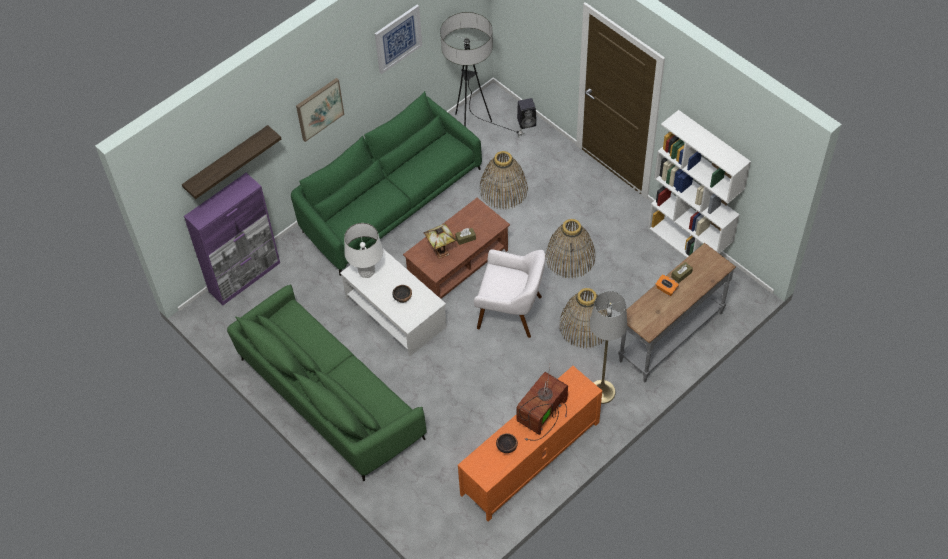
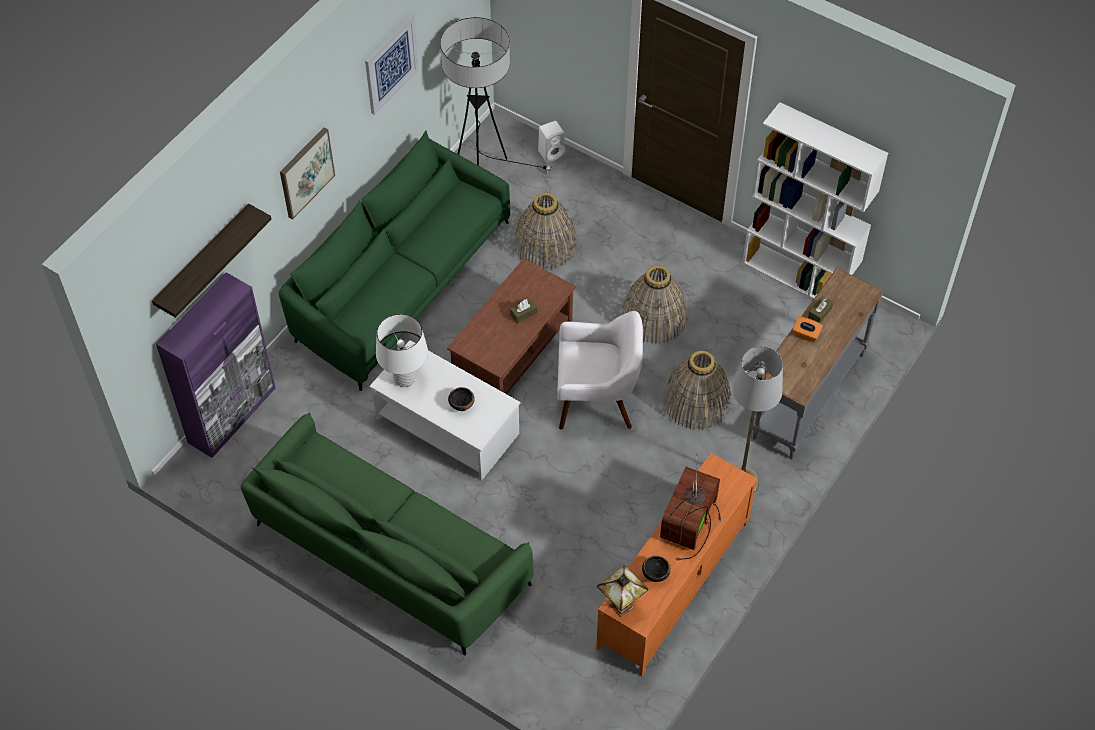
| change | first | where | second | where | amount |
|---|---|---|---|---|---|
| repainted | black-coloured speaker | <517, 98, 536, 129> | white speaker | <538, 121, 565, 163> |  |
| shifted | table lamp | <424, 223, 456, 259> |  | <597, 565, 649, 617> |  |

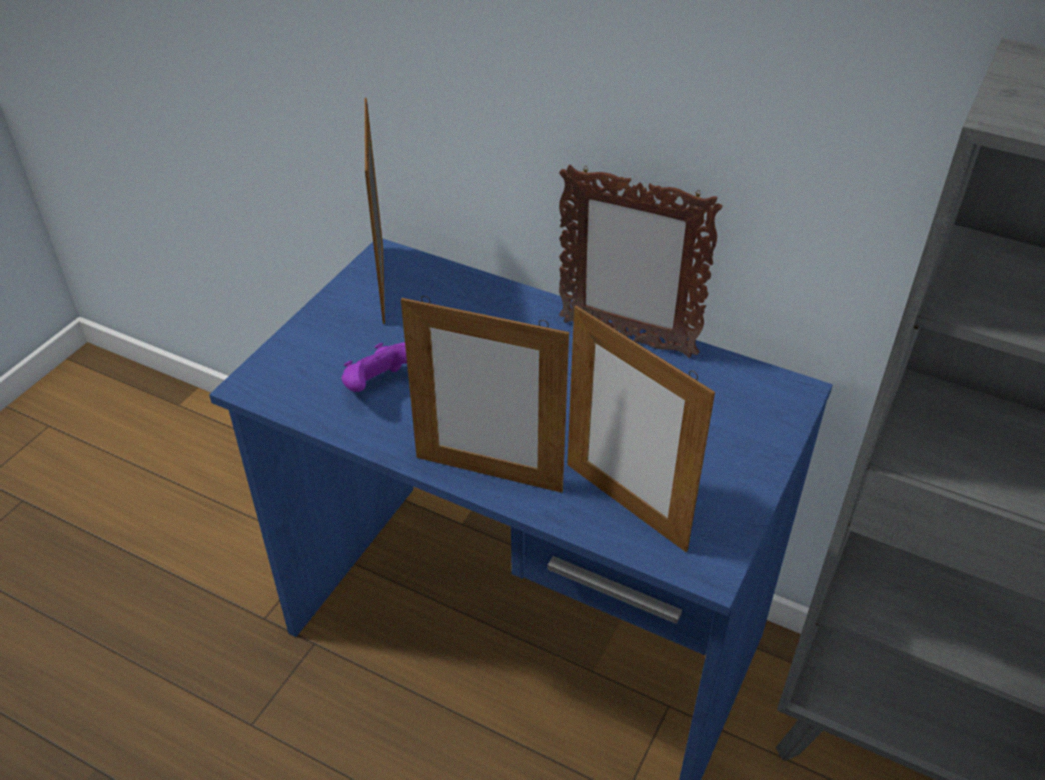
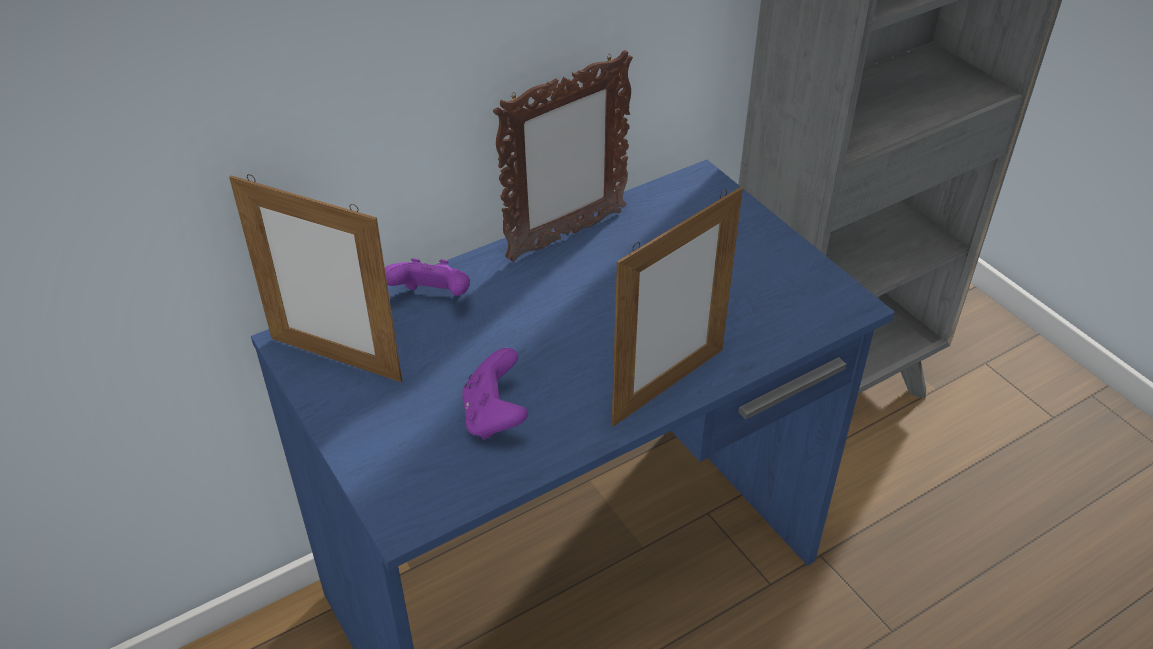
| change | first | where | second | where | amount |
|---|---|---|---|---|---|
| gone | picture frame | <567, 305, 715, 552> |  |  |  |
| new |  |  | purple-coloured gamepad | <385, 258, 470, 296> |  |

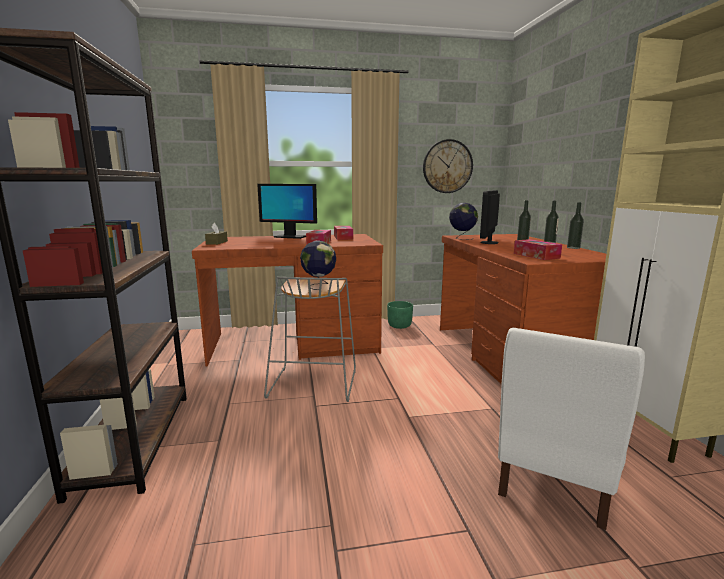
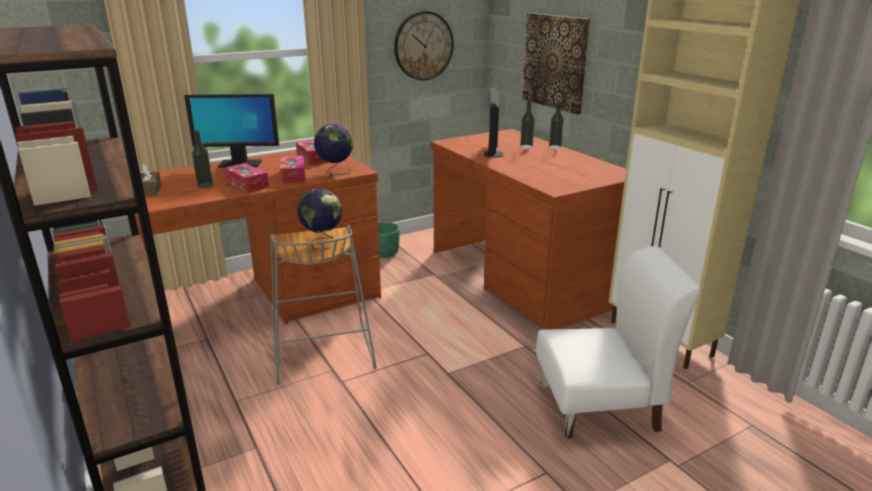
| change | first | where | second | where | amount |
|---|---|---|---|---|---|
| shifted | drink bottle | <567, 202, 584, 249> |  | <192, 130, 213, 188> |  |
| shifted | globe | <449, 203, 478, 240> |  | <314, 124, 353, 175> |  |
| shifted | tissue holder | <514, 239, 562, 260> |  | <224, 163, 269, 193> |  |
| rotated | white upright chair | <498, 328, 645, 530> |  | <536, 246, 701, 438> | 105 degrees counterclockwise |
| new |  |  | wall picture | <522, 13, 591, 115> |  |

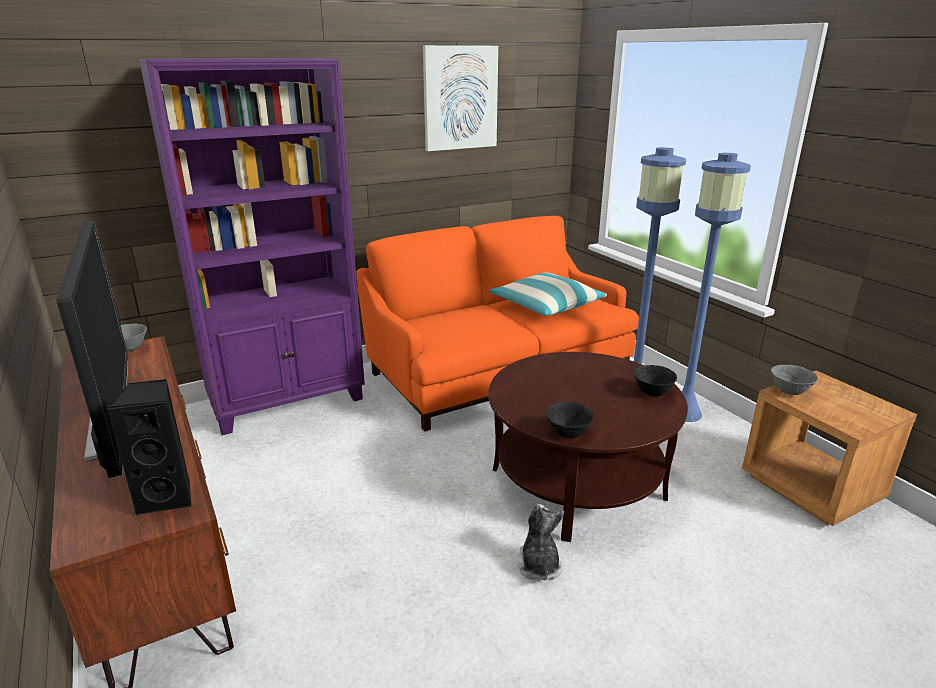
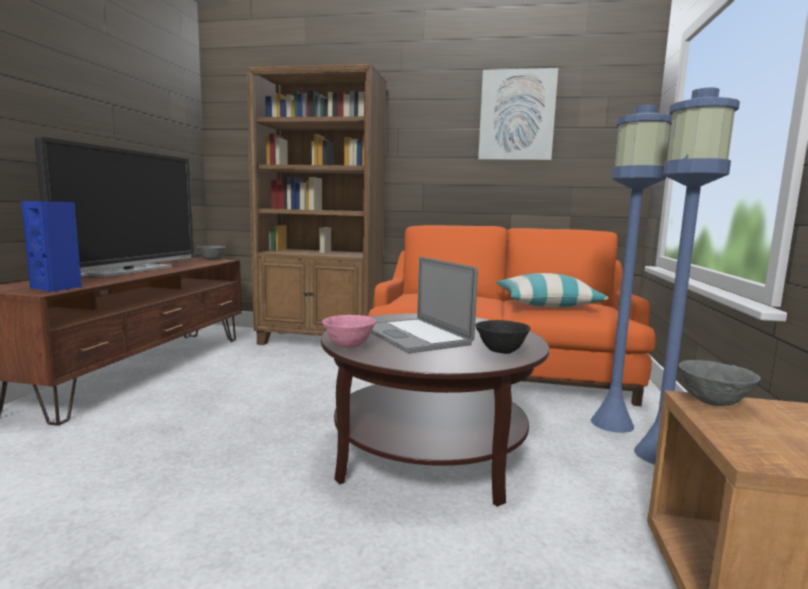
| change | first | where | second | where | amount |
|---|---|---|---|---|---|
| repainted | purple-coloured bookshelf | <139, 58, 365, 435> | brown bookshelf | <247, 64, 387, 345> |  |
| repainted | black-coloured speaker | <106, 379, 191, 516> | blue speaker | <21, 201, 82, 292> |  |
| repainted | black-coloured deep dish | <546, 402, 594, 438> | pink-coloured deep dish | <322, 315, 376, 347> |  |
| gone | plush toy | <517, 504, 564, 581> |  |  |  |
| new |  |  | notebook computer | <371, 256, 478, 353> |  |

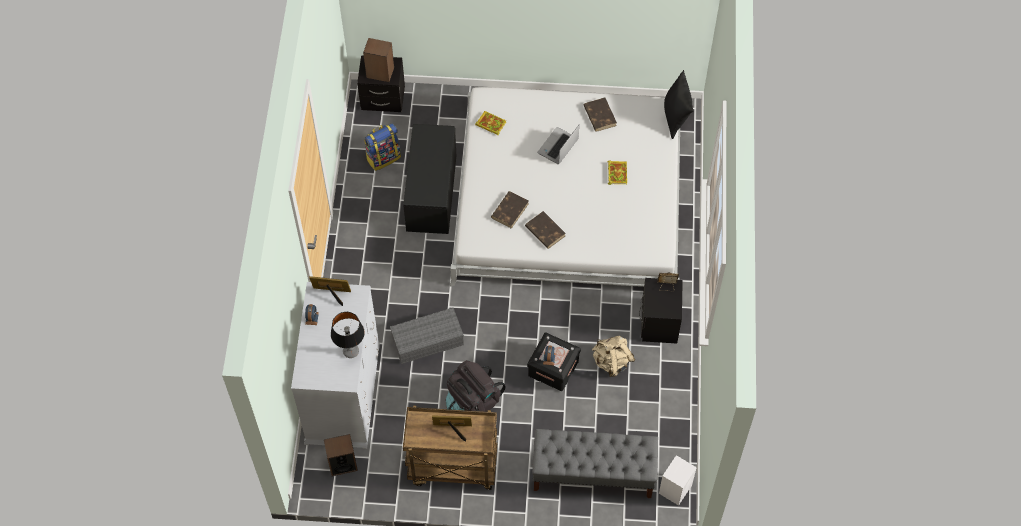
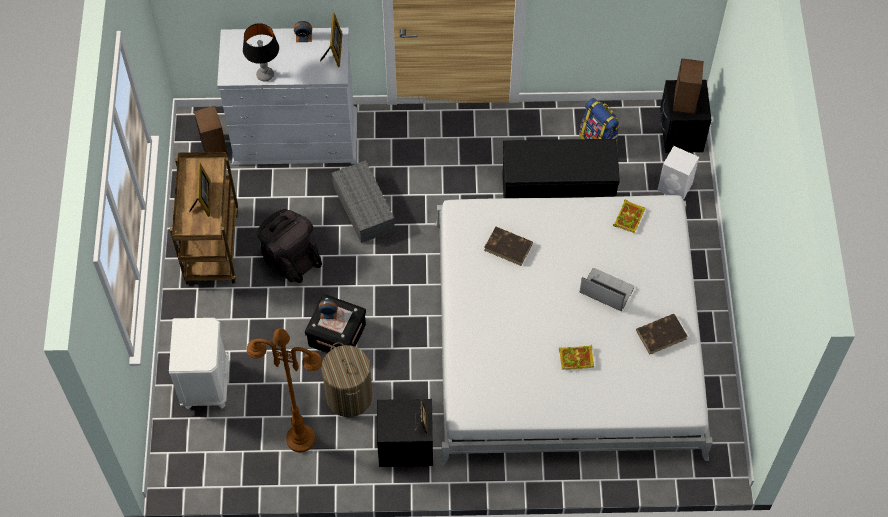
| change | first | where | second | where | amount |
|---|---|---|---|---|---|
| gone | black-coloured cushion | <664, 70, 694, 139> |  |  |  |
| gone | brown book | <525, 211, 566, 249> |  |  |  |
| swapped | beige-coloured knapsack | <592, 336, 635, 377> | laundry basket | <321, 342, 373, 417> |  |
| swapped | greyish bench | <532, 429, 658, 498> | white nightstand | <169, 318, 229, 409> |  |
| shifted | white speaker | <659, 455, 697, 506> |  | <657, 146, 699, 200> |  |
| new |  |  | brown floor lamp | <247, 328, 322, 453> |  |

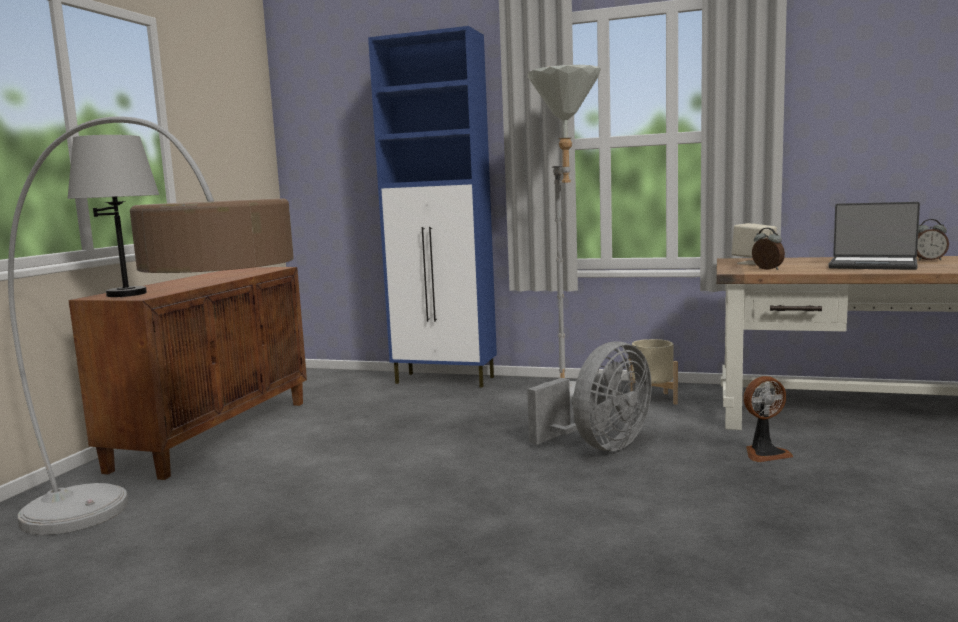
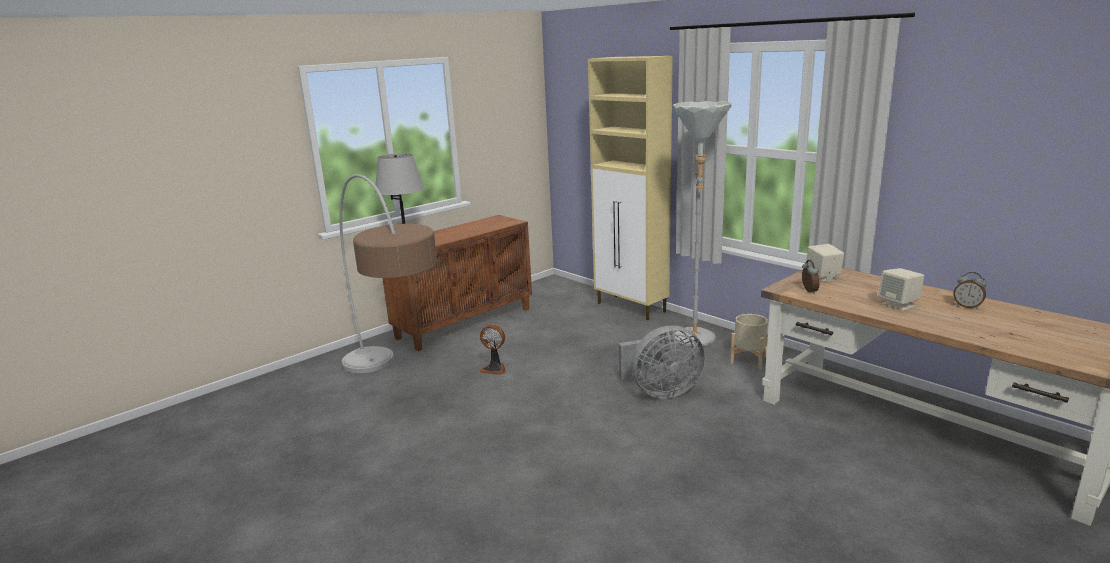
| change | first | where | second | where | amount |
|---|---|---|---|---|---|
| repainted | blue cupboard | <368, 26, 497, 388> | beige-coloured cupboard | <588, 56, 673, 320> |  |
| swapped | notebook computer | <828, 202, 920, 270> | beige-coloured speaker | <878, 268, 924, 311> |  |
| shifted | electric fan | <744, 376, 793, 462> |  | <479, 324, 506, 375> |  |

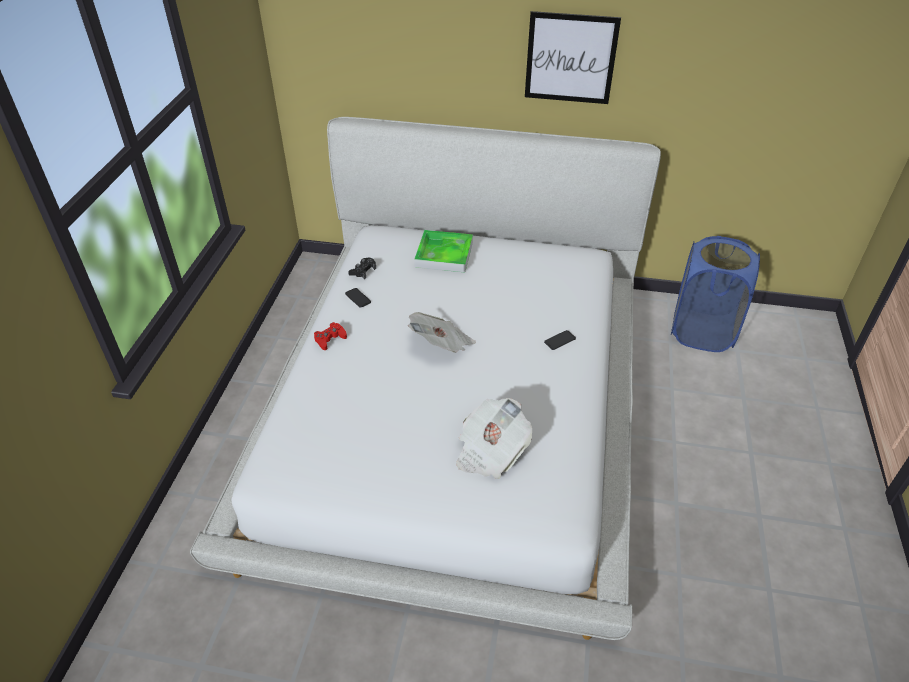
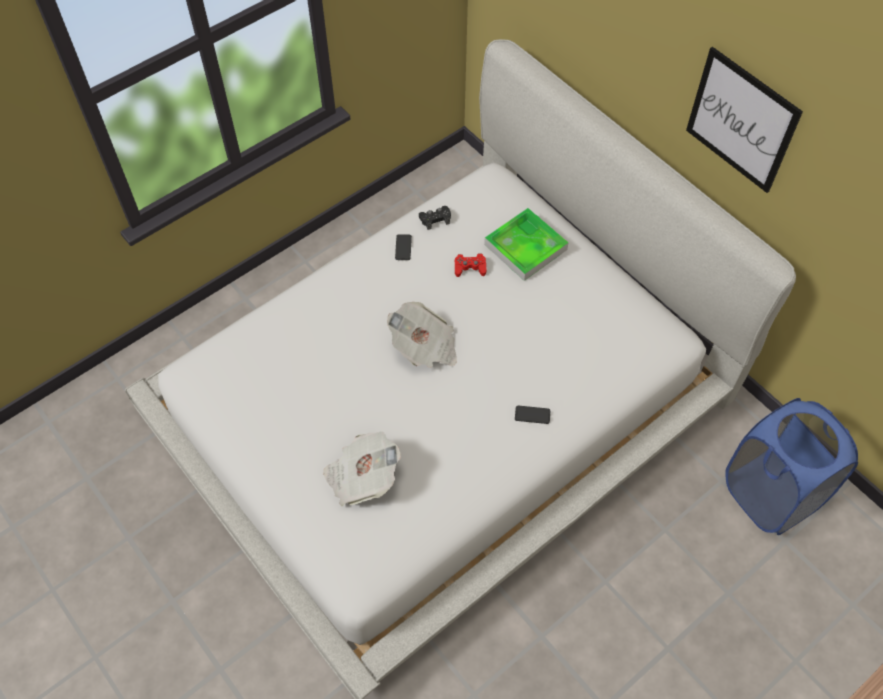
| change | first | where | second | where | amount |
|---|---|---|---|---|---|
| shifted | red gamepad | <314, 322, 347, 350> |  | <455, 253, 487, 277> |  |

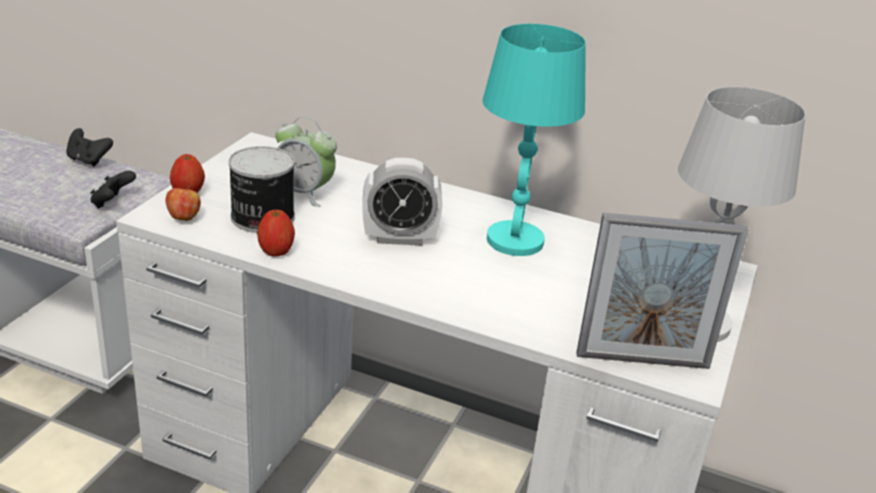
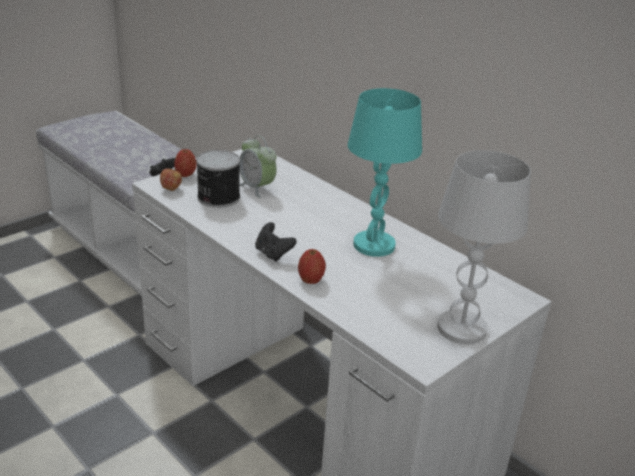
| change | first | where | second | where | amount |
|---|---|---|---|---|---|
| shifted | black-coloured gamepad | <66, 128, 113, 167> |  | <255, 222, 297, 262> |  |
| gone | alarm clock | <362, 158, 443, 246> |  |  |  |
| shifted | apple fruit | <257, 210, 295, 257> |  | <298, 249, 326, 284> |  |
| gone | picture frame | <576, 213, 748, 369> |  |  |  |

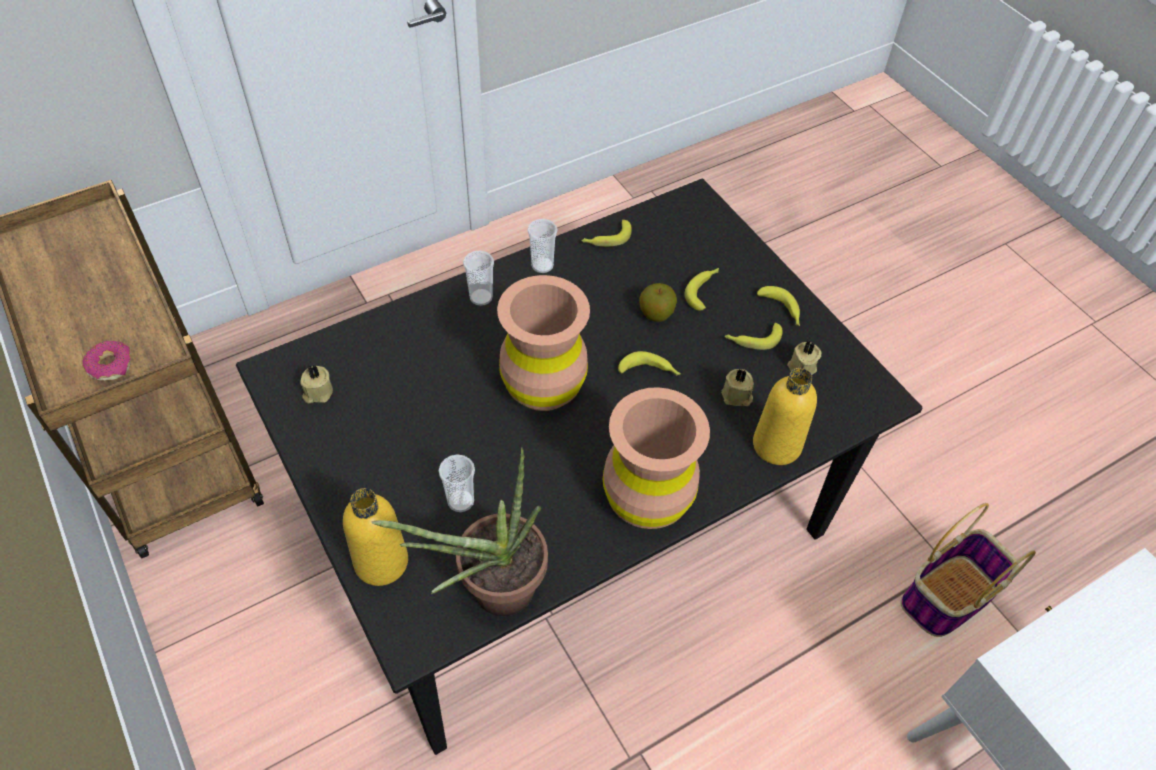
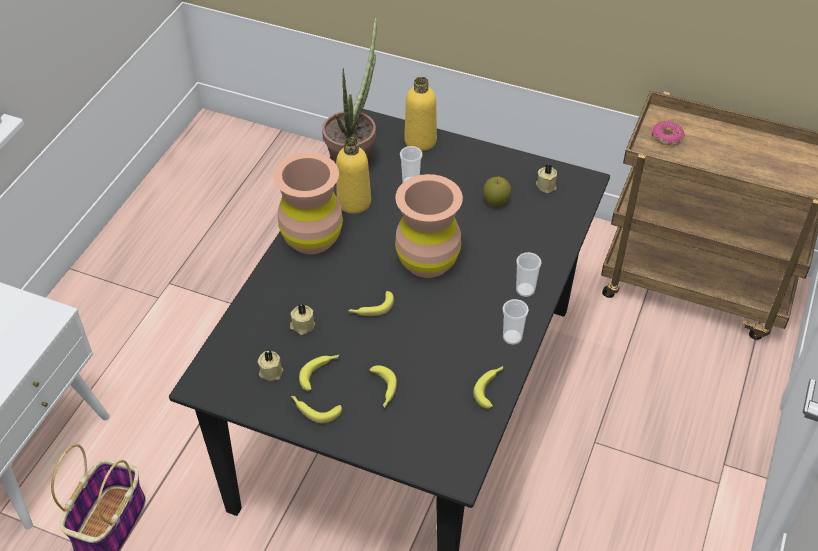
| change | first | where | second | where | amount |
|---|---|---|---|---|---|
| shifted | apple fruit | <639, 283, 677, 322> |  | <483, 177, 511, 206> |  |
| shifted | yellow-coloured drink bottle | <753, 368, 817, 465> |  | <336, 137, 371, 214> |  |

